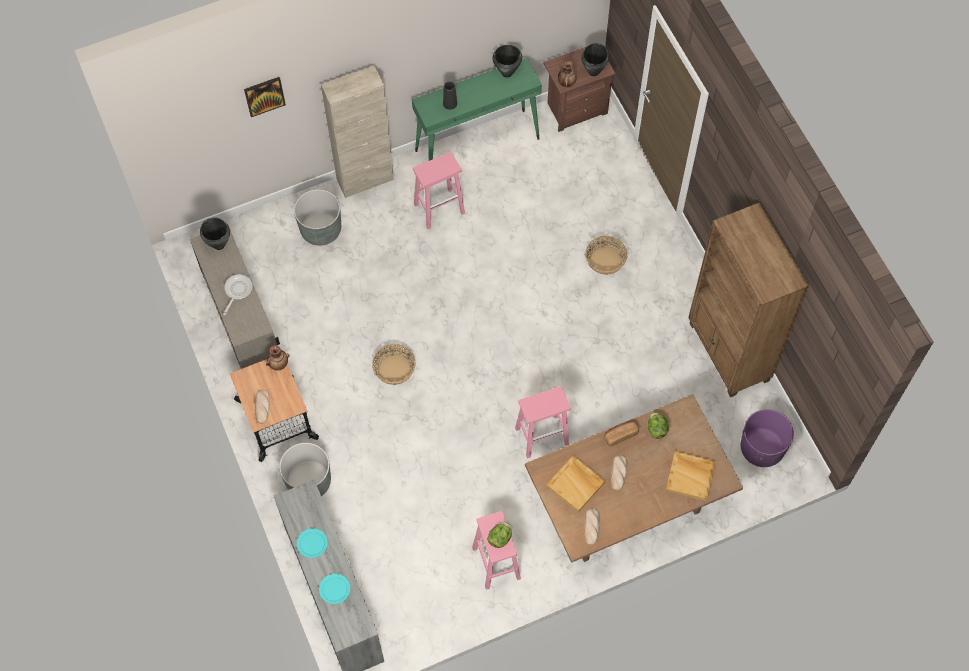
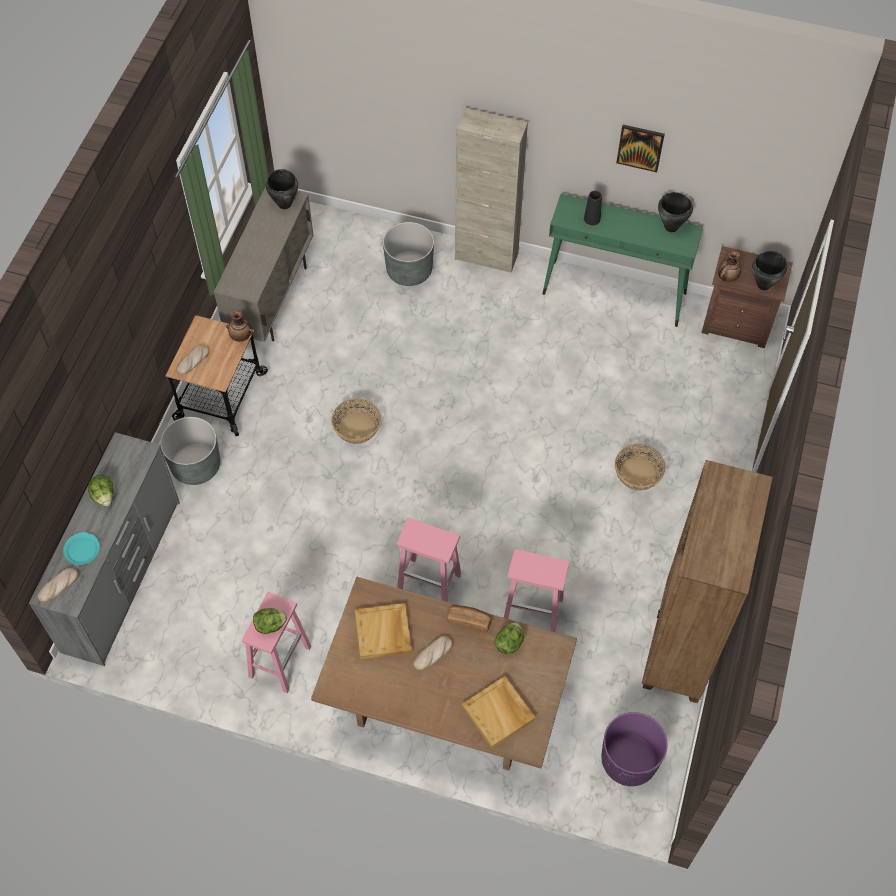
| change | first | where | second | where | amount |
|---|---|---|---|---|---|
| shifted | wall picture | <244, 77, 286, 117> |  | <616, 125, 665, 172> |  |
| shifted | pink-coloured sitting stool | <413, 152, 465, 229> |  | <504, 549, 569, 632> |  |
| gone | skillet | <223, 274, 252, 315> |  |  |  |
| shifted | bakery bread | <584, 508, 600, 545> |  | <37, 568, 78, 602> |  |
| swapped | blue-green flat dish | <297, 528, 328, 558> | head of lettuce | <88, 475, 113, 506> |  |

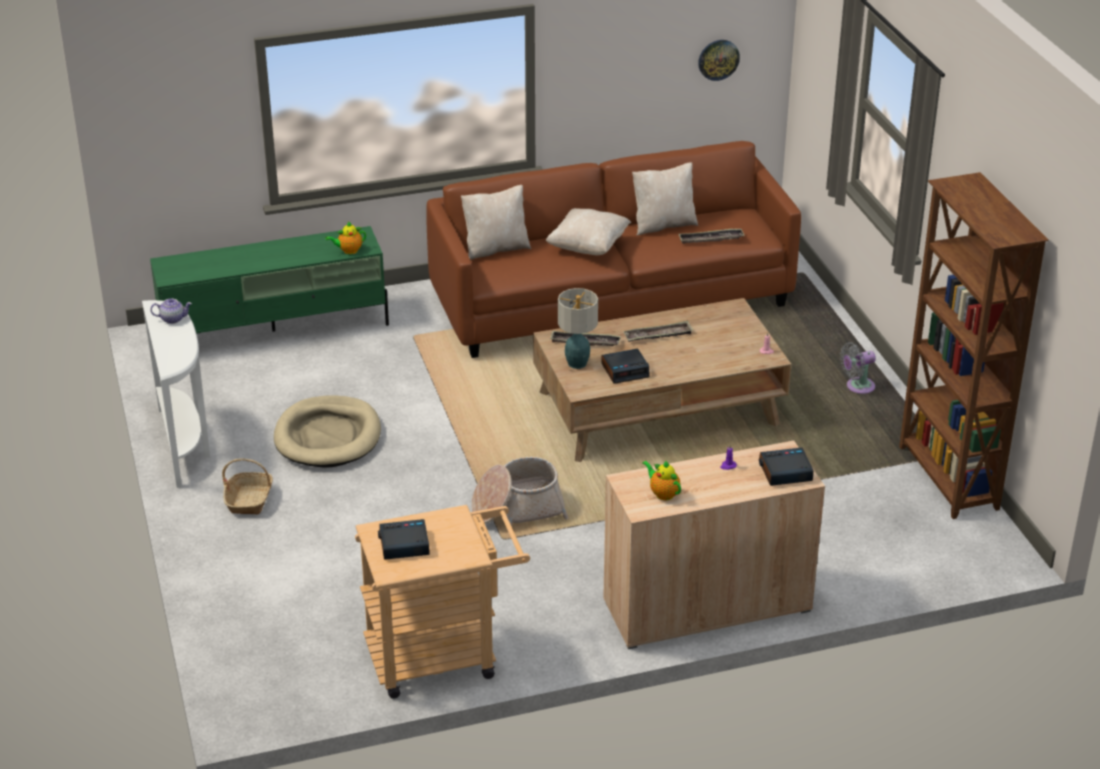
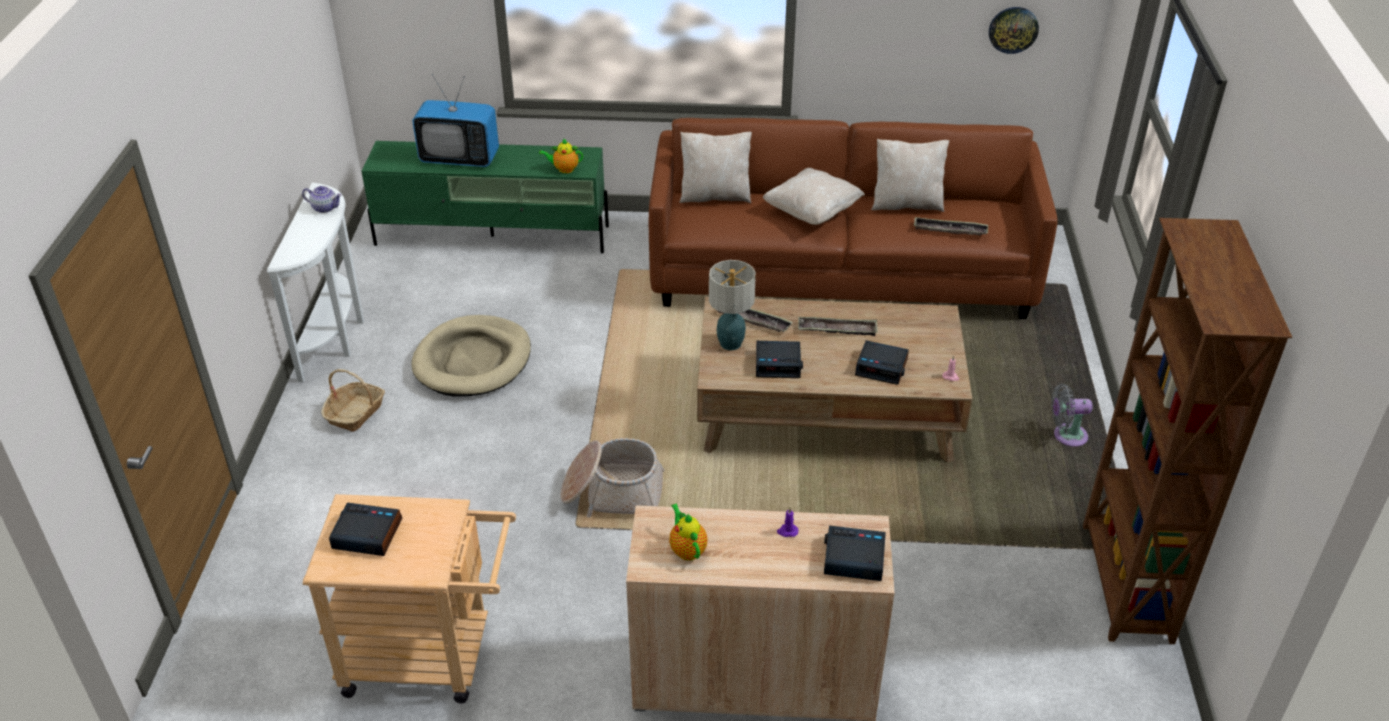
| change | first | where | second | where | amount |
|---|---|---|---|---|---|
| new |  |  | TV set | <412, 74, 499, 167> |  |
| new |  |  | alarm clock | <855, 340, 909, 385> |  |

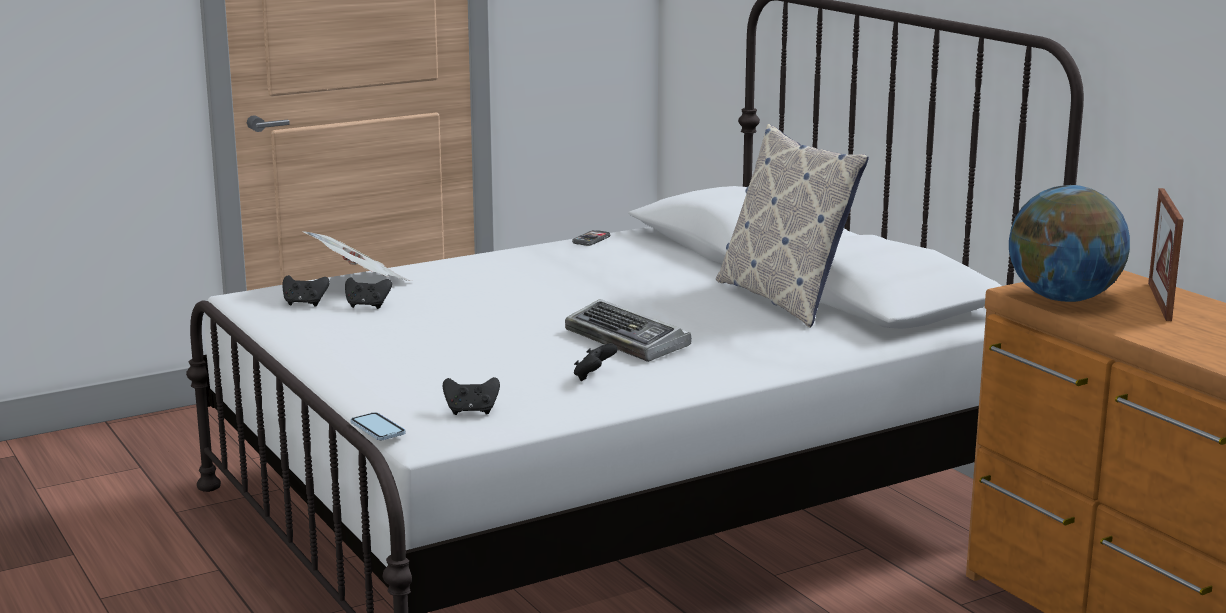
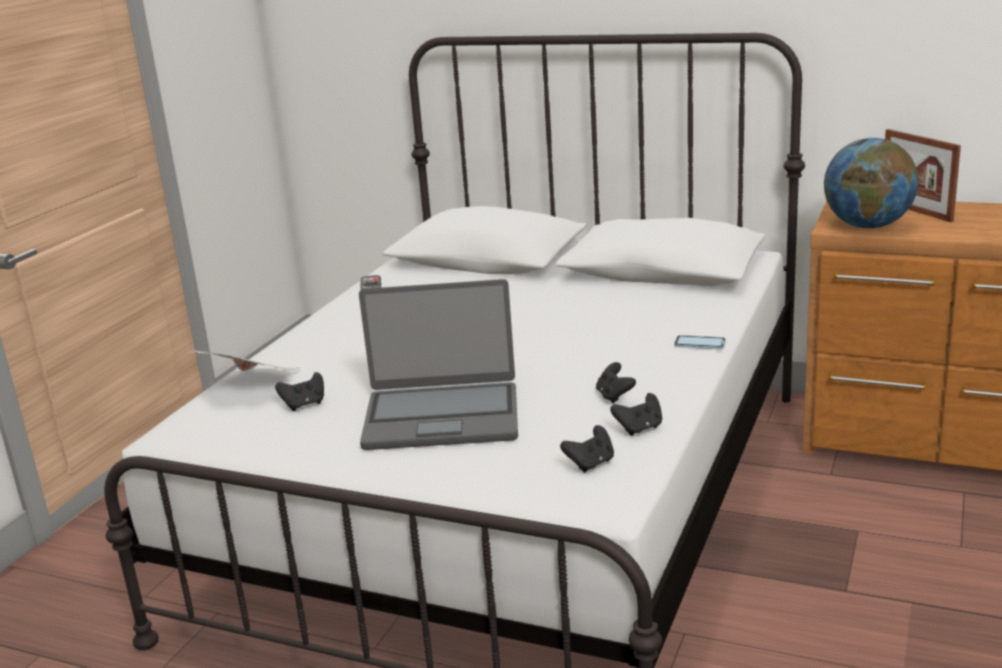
| change | first | where | second | where | amount |
|---|---|---|---|---|---|
| gone | cushion | <716, 124, 869, 328> |  |  |  |
| shifted | black-coloured gamepad | <282, 275, 330, 307> |  | <610, 393, 662, 436> |  |
| gone | computer keyboard | <565, 299, 692, 362> |  |  |  |
| shifted | telephone | <350, 412, 406, 440> |  | <675, 335, 726, 349> |  |
| new |  |  | notebook computer | <359, 279, 518, 450> |  |

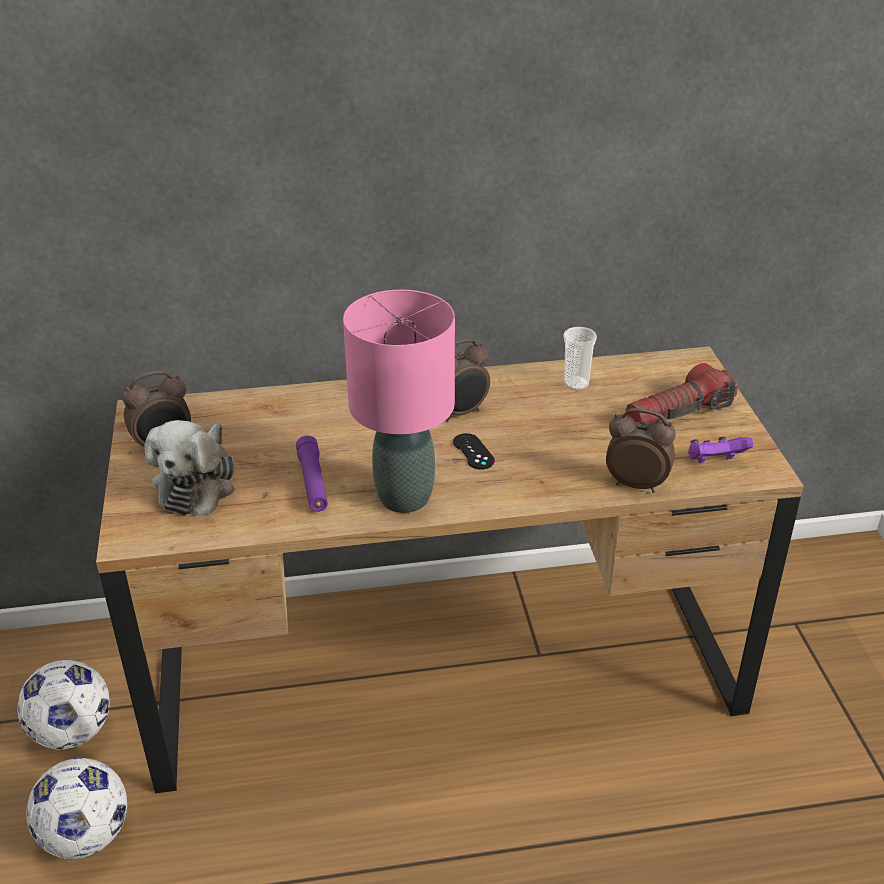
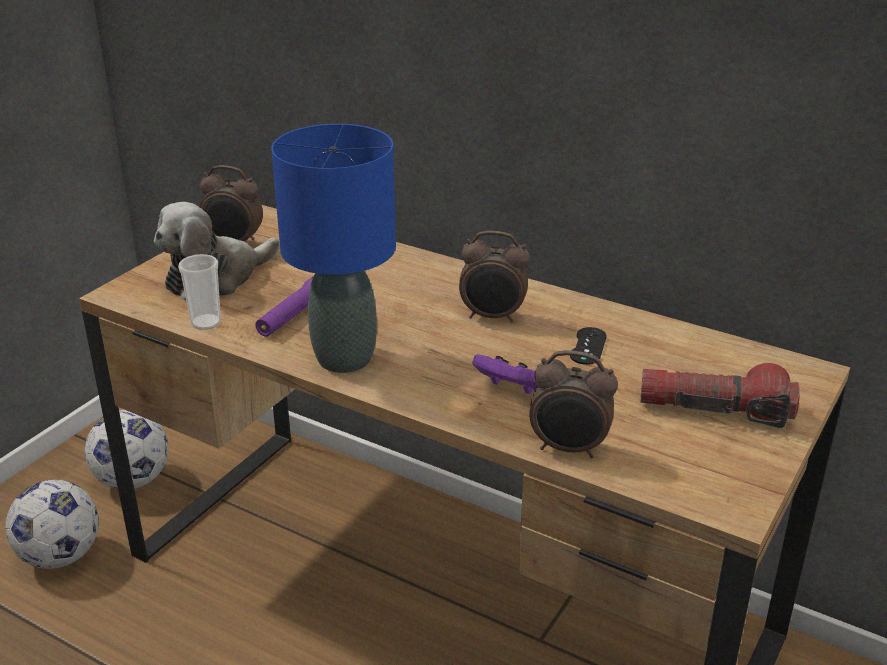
| change | first | where | second | where | amount |
|---|---|---|---|---|---|
| repainted | pink-coloured table lamp | <343, 290, 455, 513> | blue table lamp | <271, 124, 396, 373> |  |
| shifted | cup | <563, 327, 597, 390> |  | <178, 254, 221, 330> |  |
| rotated | alarm clock | <606, 408, 676, 493> |  | <530, 350, 618, 458> | 135 degrees clockwise |
| shifted | black-coloured gamepad | <453, 433, 495, 470> |  | <570, 327, 607, 365> |  |
| shifted | purple-coloured gamepad | <688, 437, 754, 463> |  | <472, 354, 537, 394> |  |

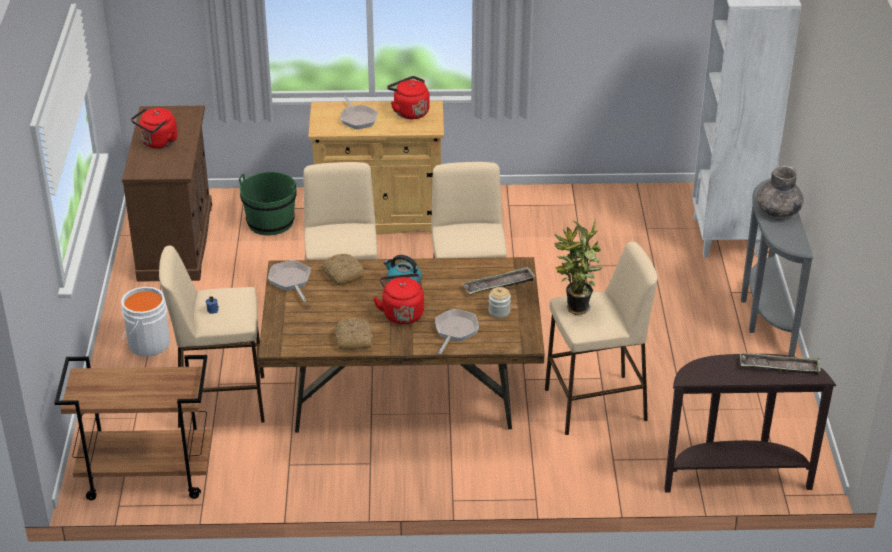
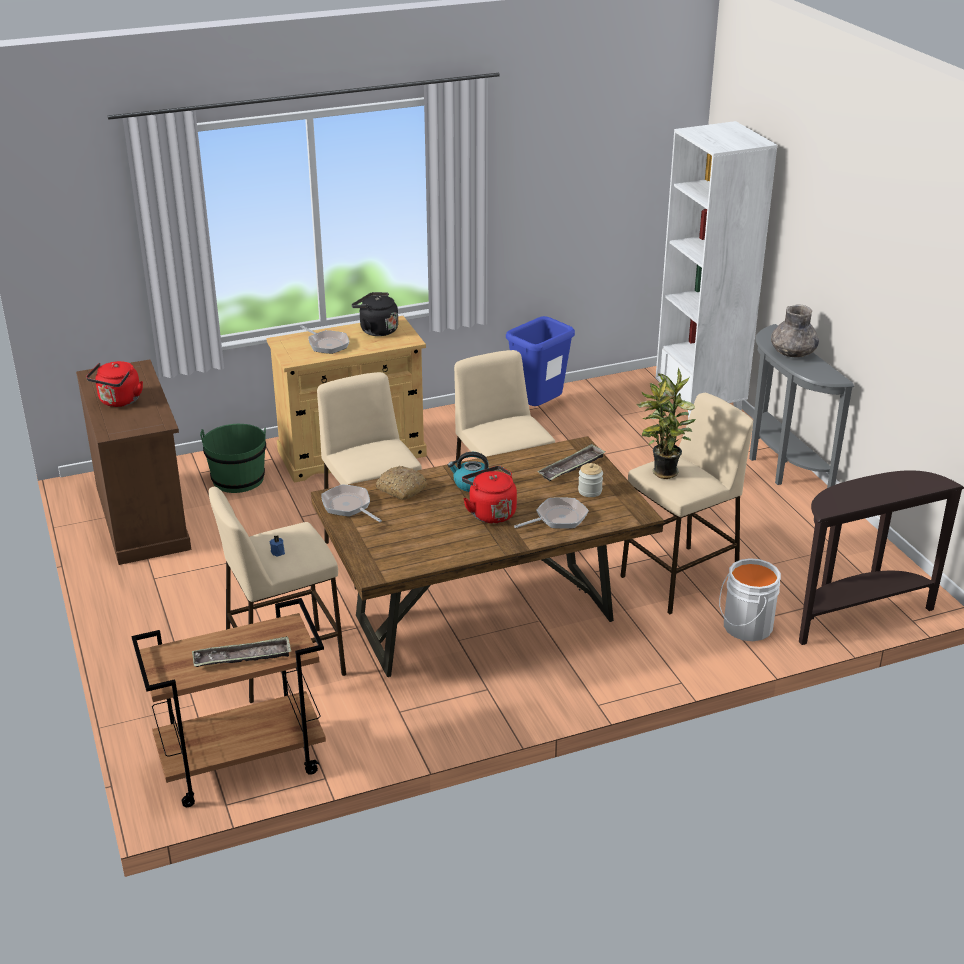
| change | first | where | second | where | amount |
|---|---|---|---|---|---|
| repainted | red kettle | <387, 76, 430, 119> | black-coloured kettle | <352, 292, 398, 336> |  |
| shifted | white pail | <121, 287, 170, 357> |  | <719, 558, 781, 641> |  |
| rotated | skillet | <435, 309, 479, 355> |  | <514, 497, 589, 529> | 60 degrees clockwise |
| gone | bakery bread | <335, 317, 373, 350> |  |  |  |
| shifted | serving tray | <740, 353, 821, 375> |  | <192, 636, 291, 667> |  |
| new |  |  | blue trash can | <506, 316, 575, 406> |  |

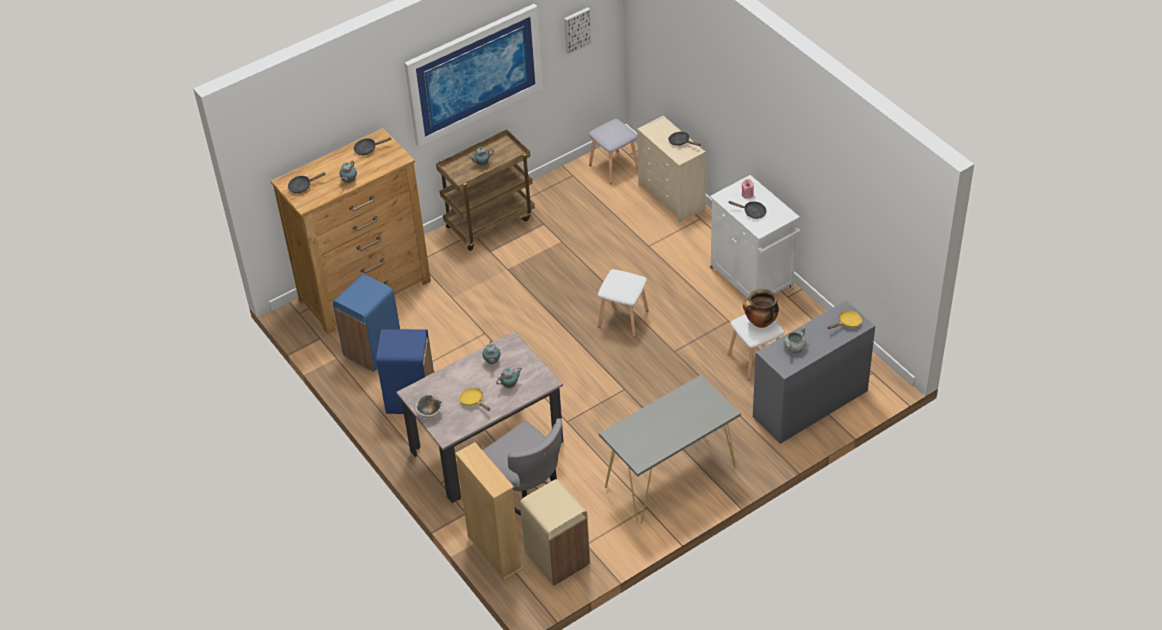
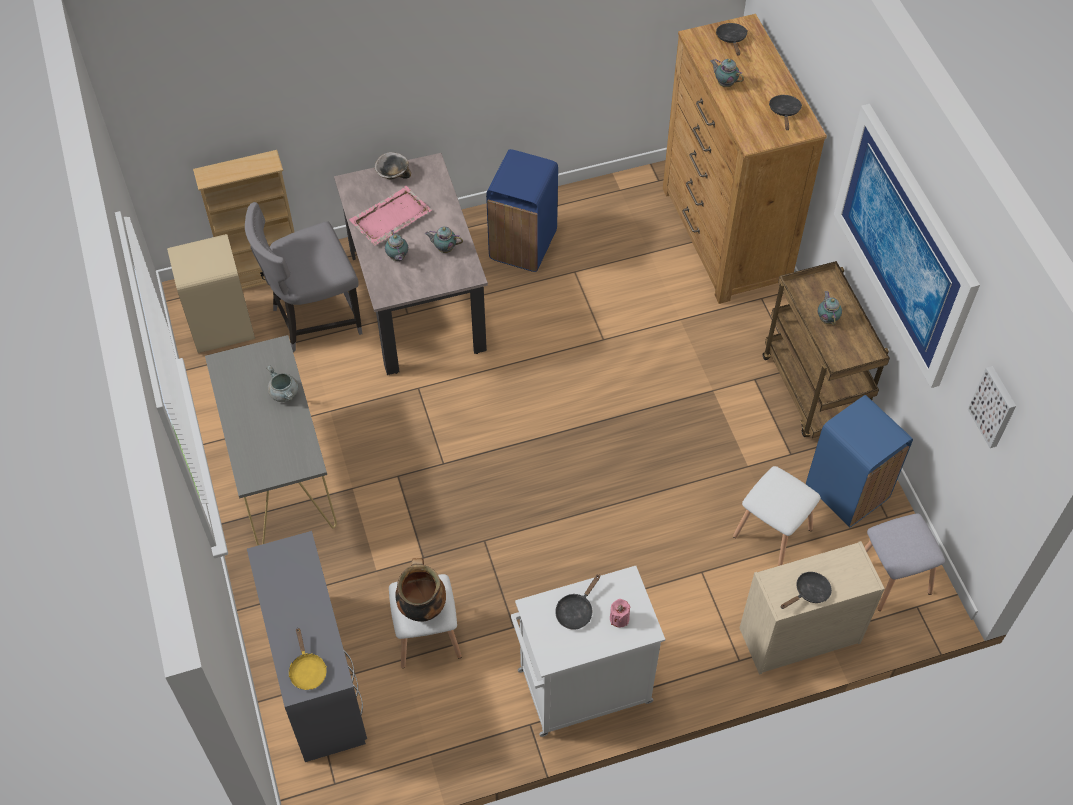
| change | first | where | second | where | amount |
|---|---|---|---|---|---|
| shifted | white sitting stool | <598, 269, 649, 337> |  | <733, 466, 821, 566> |  |
| shifted | blue trash can | <333, 274, 400, 372> |  | <806, 395, 913, 527> |  |
| shifted | greyish stockpot | <783, 326, 807, 353> |  | <266, 365, 298, 402> |  |
| swapped | yellow-coloured skillet | <459, 388, 490, 411> | pink-coloured serving tray | <349, 186, 432, 246> |  |

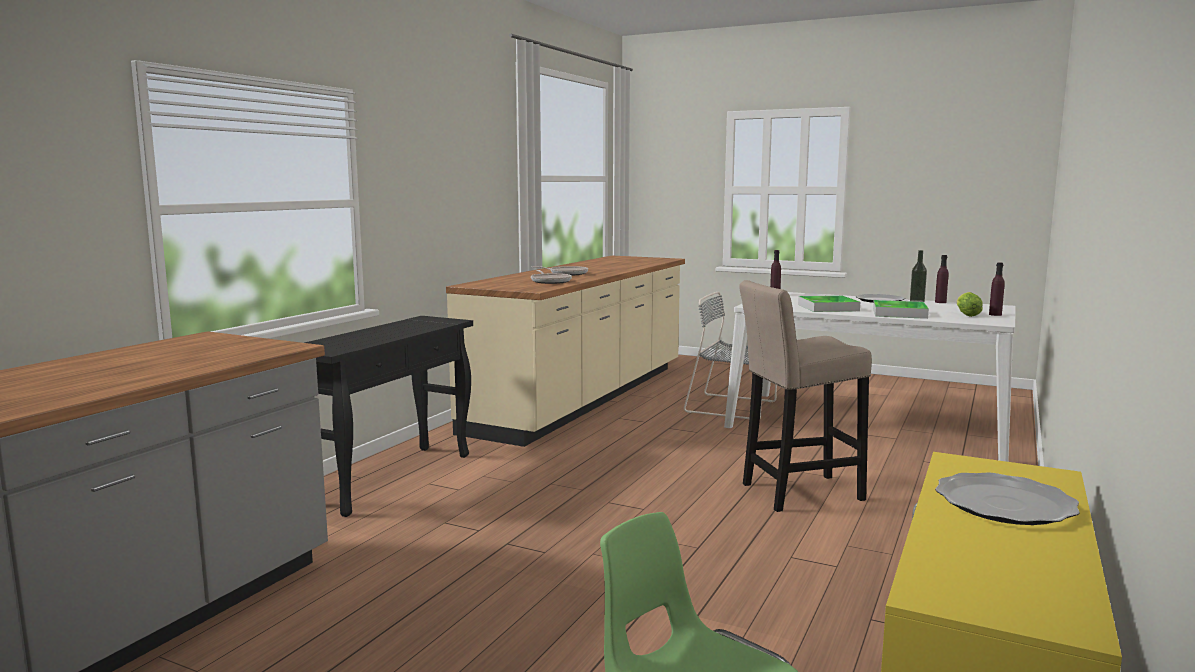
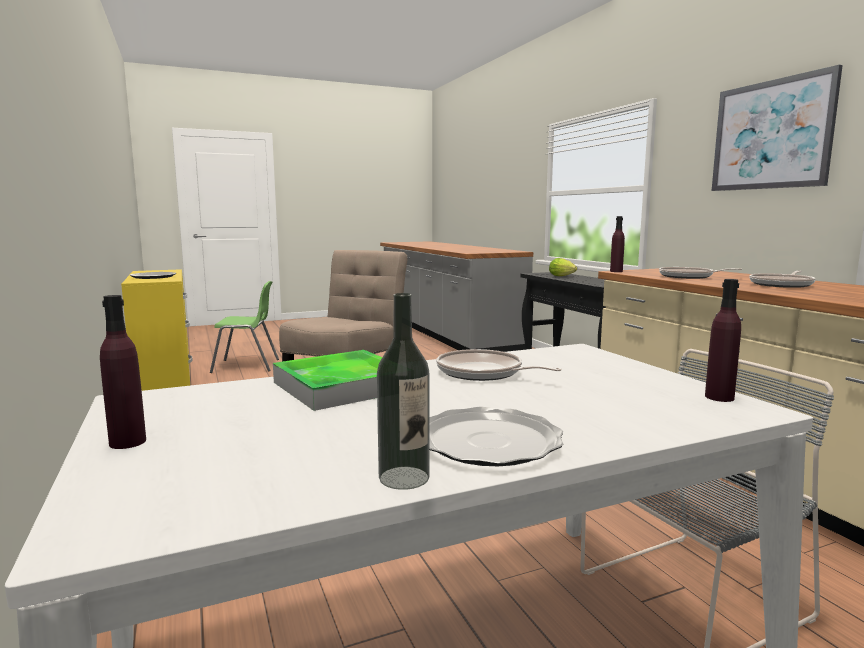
| change | first | where | second | where | amount |
|---|---|---|---|---|---|
| shifted | purple-coloured drink bottle | <935, 255, 949, 303> |  | <610, 216, 625, 272> |  |
| shifted | head of lettuce | <957, 292, 983, 317> |  | <549, 258, 577, 276> |  |
| swapped | serving tray | <798, 295, 860, 312> | skillet | <436, 349, 562, 381> |  |
| new |  |  | wall picture | <712, 65, 843, 191> |  |

